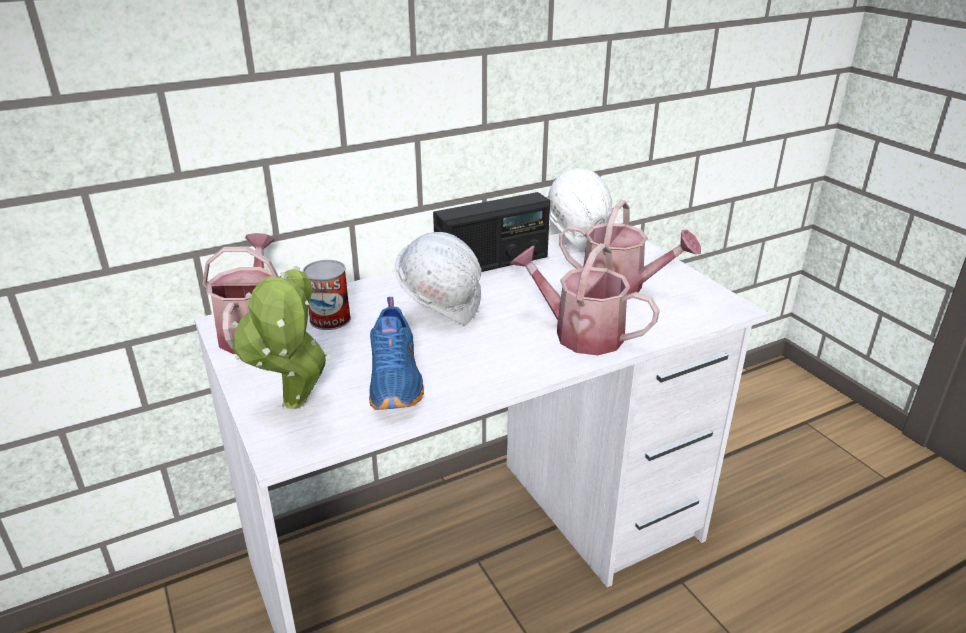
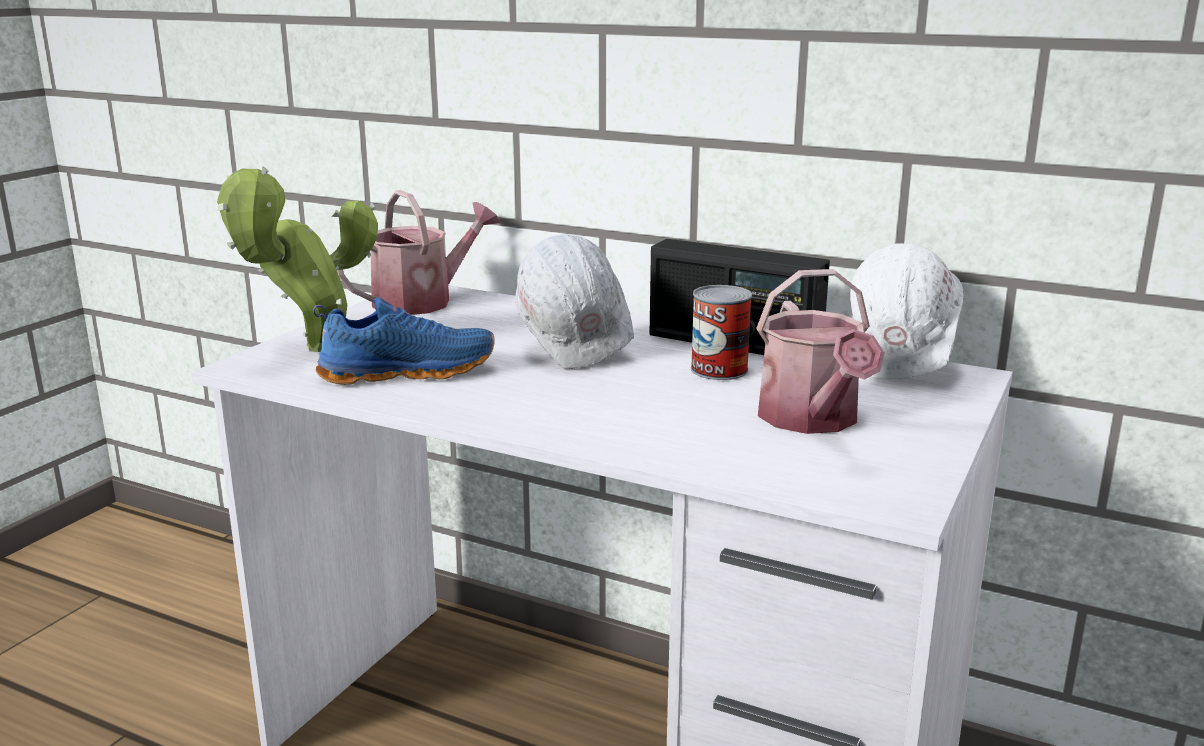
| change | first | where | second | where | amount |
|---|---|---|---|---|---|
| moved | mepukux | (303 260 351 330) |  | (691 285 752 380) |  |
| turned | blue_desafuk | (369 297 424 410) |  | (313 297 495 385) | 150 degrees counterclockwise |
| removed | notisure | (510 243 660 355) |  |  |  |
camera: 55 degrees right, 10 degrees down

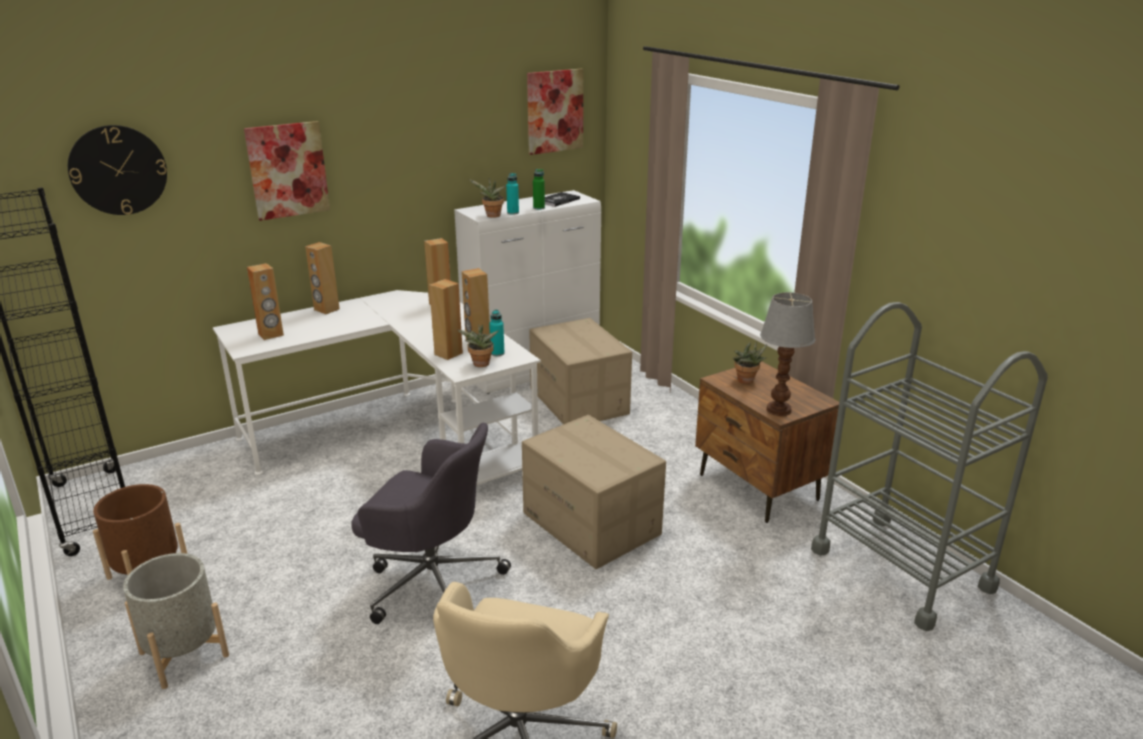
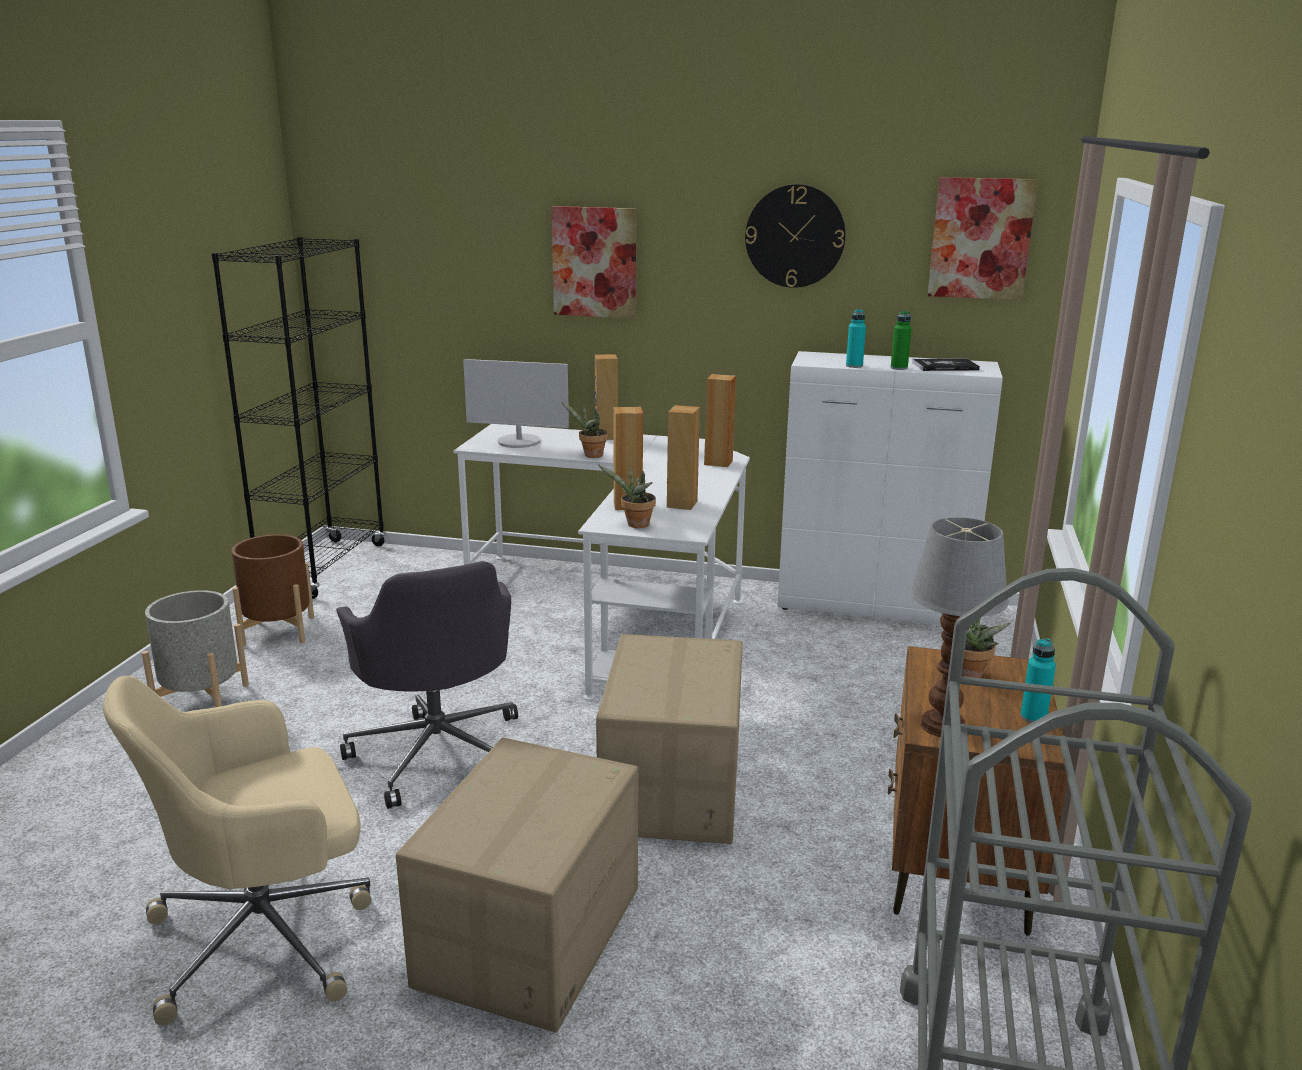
| change | first | where | second | where | amount |
|---|---|---|---|---|---|
| moved | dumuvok | (68 125 167 215) |  | (745 184 846 288) |  |
| replaced | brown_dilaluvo | (247 263 284 340) | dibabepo | (463 359 569 448) |  |
| moved | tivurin | (469 178 506 218) |  | (561 401 608 458) |  |
| moved | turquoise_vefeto | (489 310 504 356) |  | (1020 638 1056 723) |  |
| moved | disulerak | (529 318 632 424) |  | (396 738 638 1033) |  |
camera: 45 degrees right, 5 degrees down

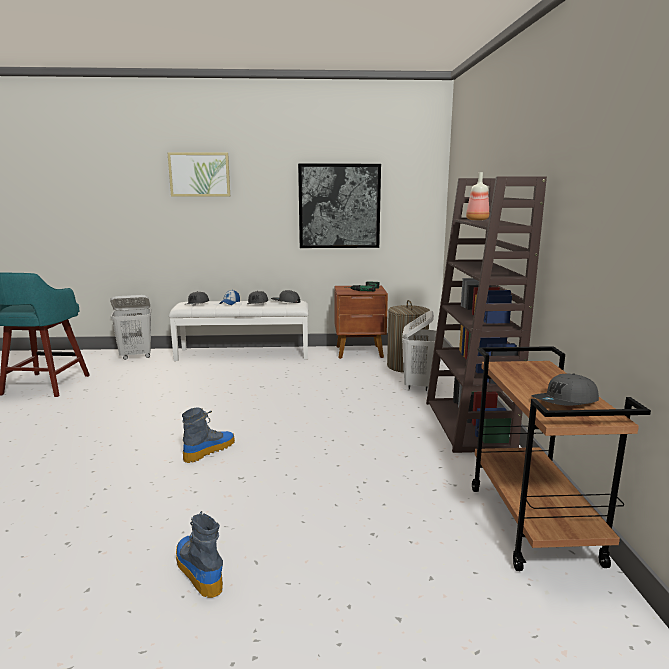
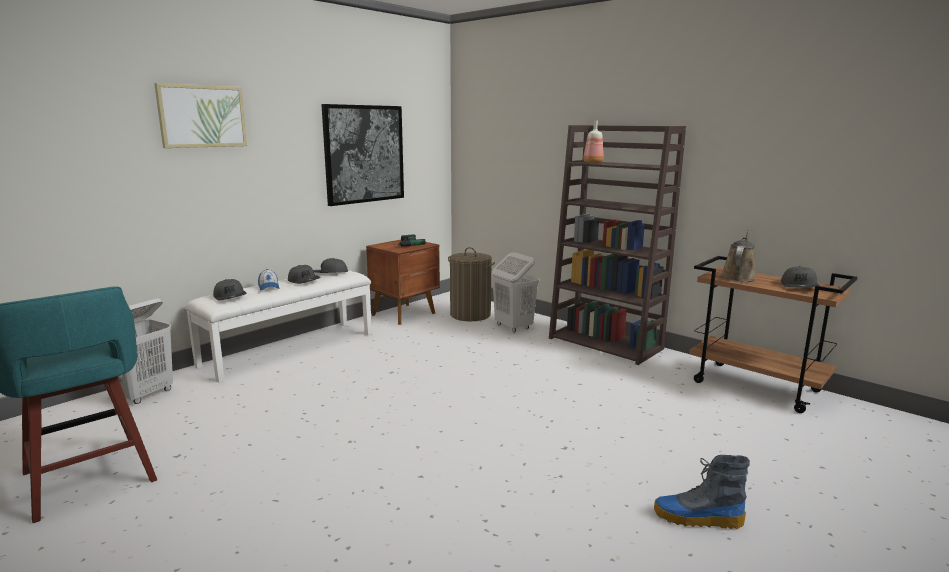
| change | first | where | second | where | amount |
|---|---|---|---|---|---|
| removed | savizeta | (182 407 235 463) |  |  |  |
| added |  |  | brown_notisure | (720 229 756 282) |  |
camera: 45 degrees left, 0 degrees up

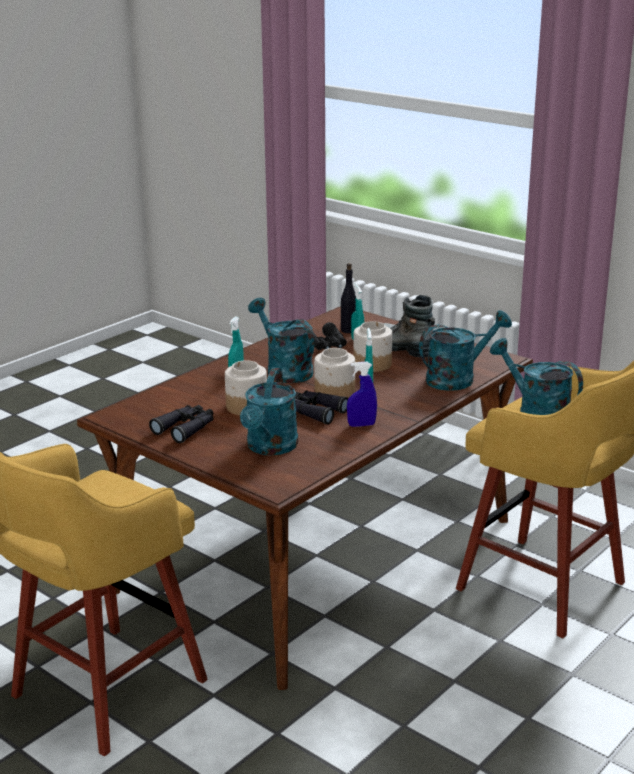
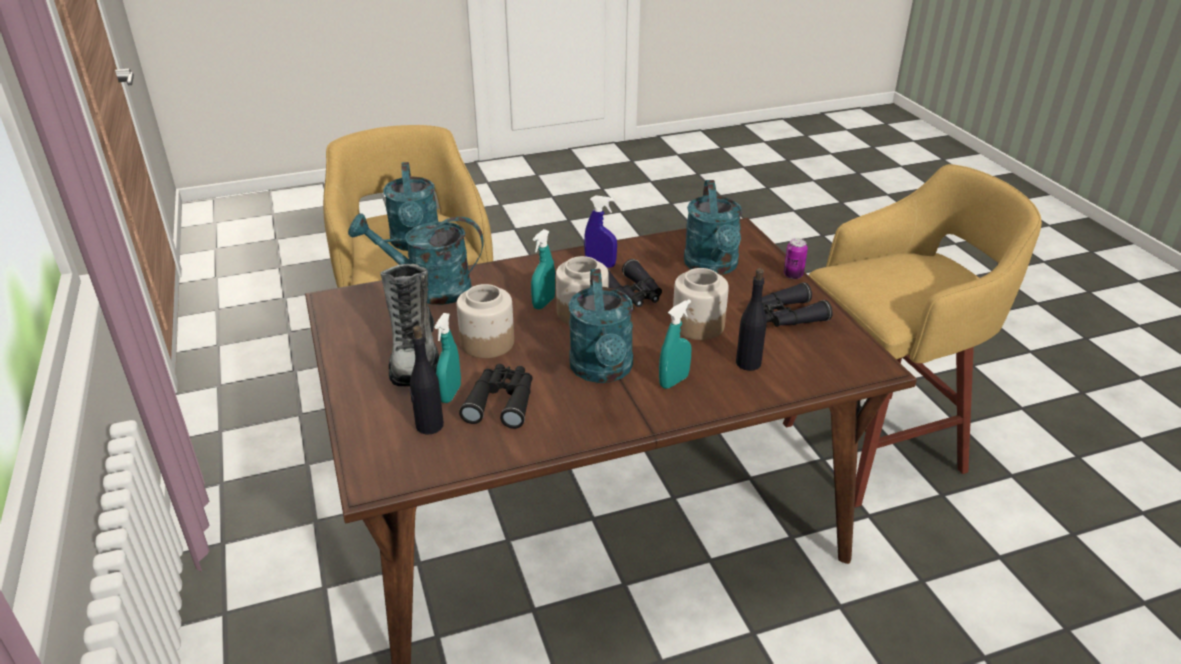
| change | first | where | second | where | amount |
|---|---|---|---|---|---|
| turned | turquoise_notisure | (240 368 298 456) |  | (684 180 742 275) | 135 degrees clockwise |
| added |  |  | black_vefeto | (736 268 767 371) |  |
| added |  |  | mepukux | (784 238 808 279) |  |
camera: 150 degrees left, 10 degrees up

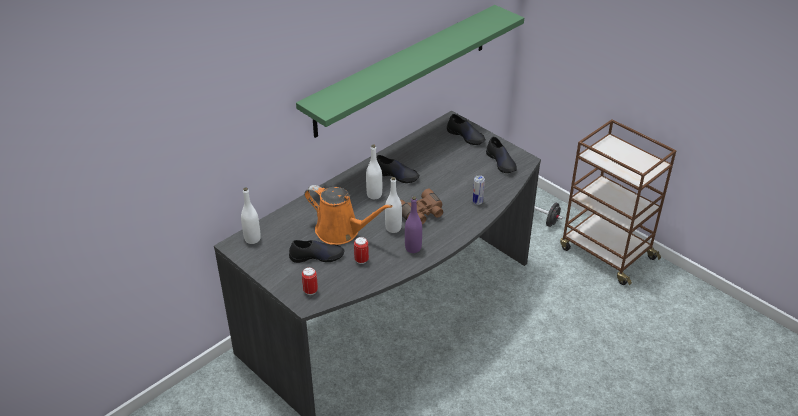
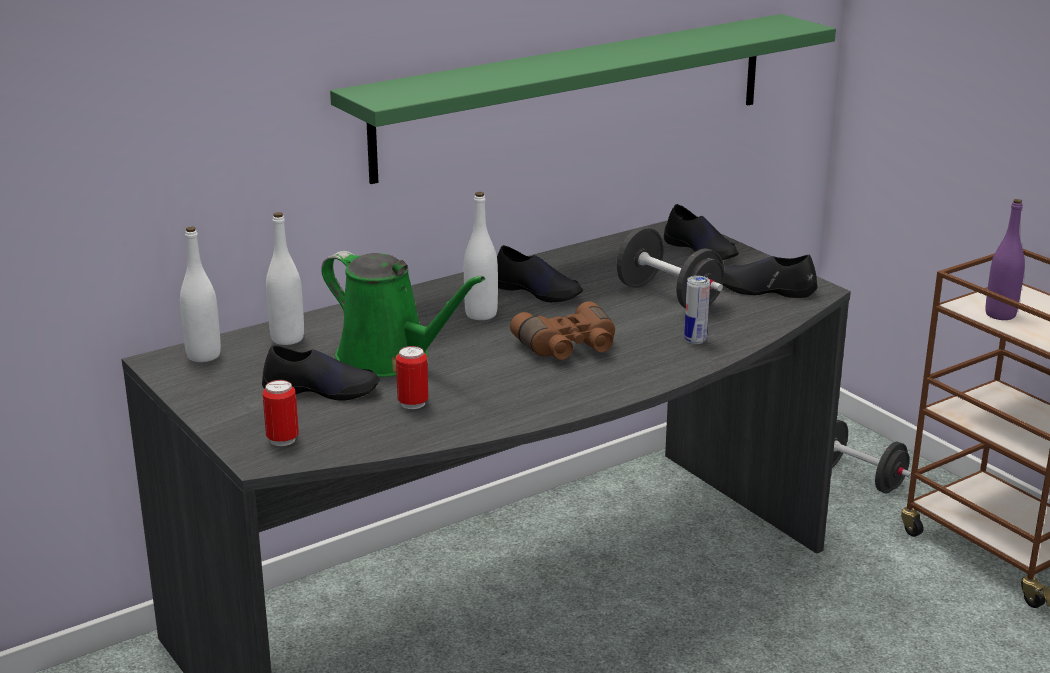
| change | first | where | second | where | amount |
|---|---|---|---|---|---|
| recoloured | orange_notisure | (305 185 392 245) | green_notisure | (321 251 485 377) |  |
| moved | white_vefeto | (385 177 402 233) |  | (266 212 304 345) |  |
| moved | purple_vefeto | (405 196 422 253) |  | (986 199 1025 320) |  |
| turned | black_desafuk | (486 136 517 173) |  | (723 255 817 298) | 120 degrees clockwise |
| added |  |  | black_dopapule | (616 227 724 309) |  |
camera: 10 degrees right, 15 degrees down

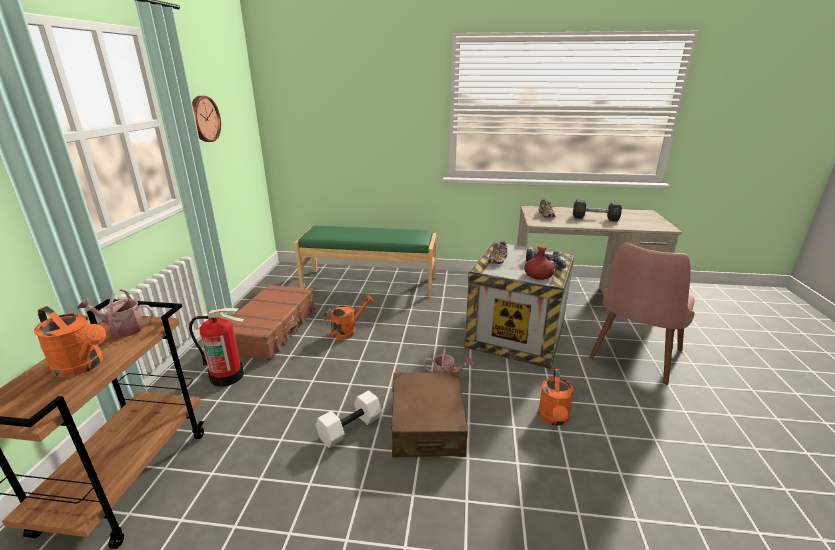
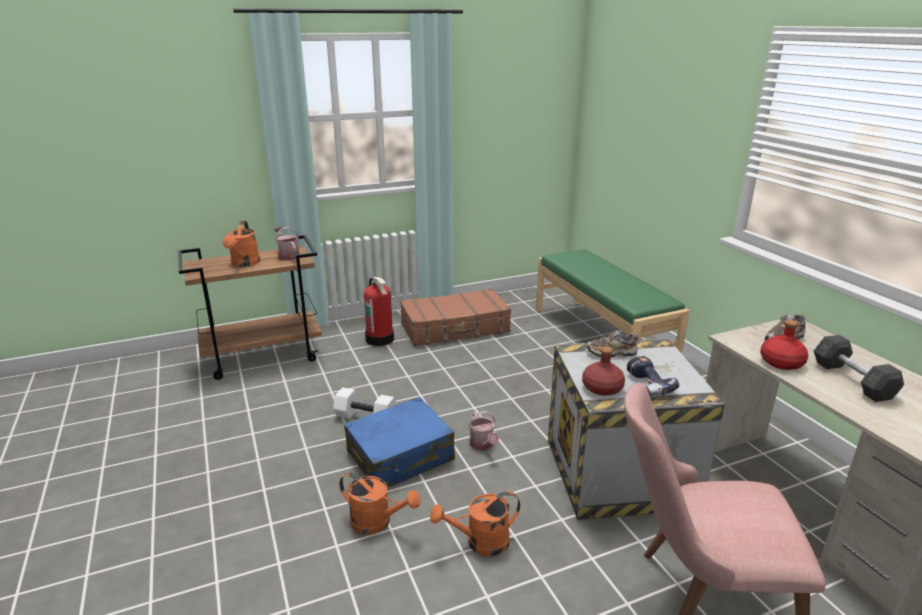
| change | first | where | second | where | amount |
|---|---|---|---|---|---|
| removed | dumuvok | (192 96 221 142) |  |  |  |
| moved | orange_notisure | (324 295 374 339) |  | (339 472 421 535) |  |
| recoloured | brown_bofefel | (391 372 468 457) | blue_bofefel | (344 397 455 487) |  |
| added |  |  | red_vefeto | (760 320 808 370) |  |
camera: 60 degrees right, 0 degrees up

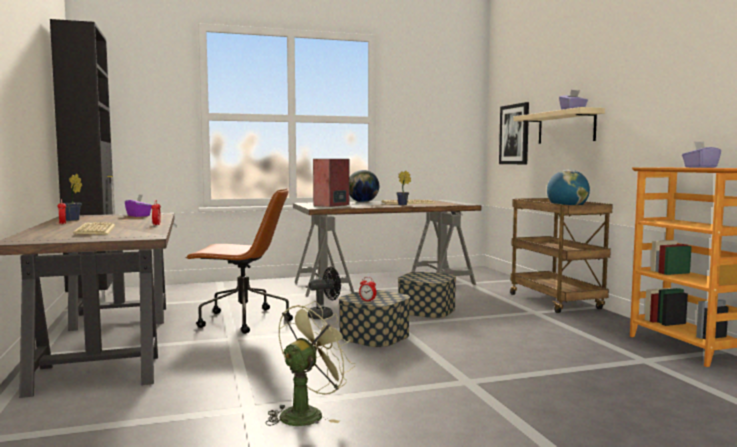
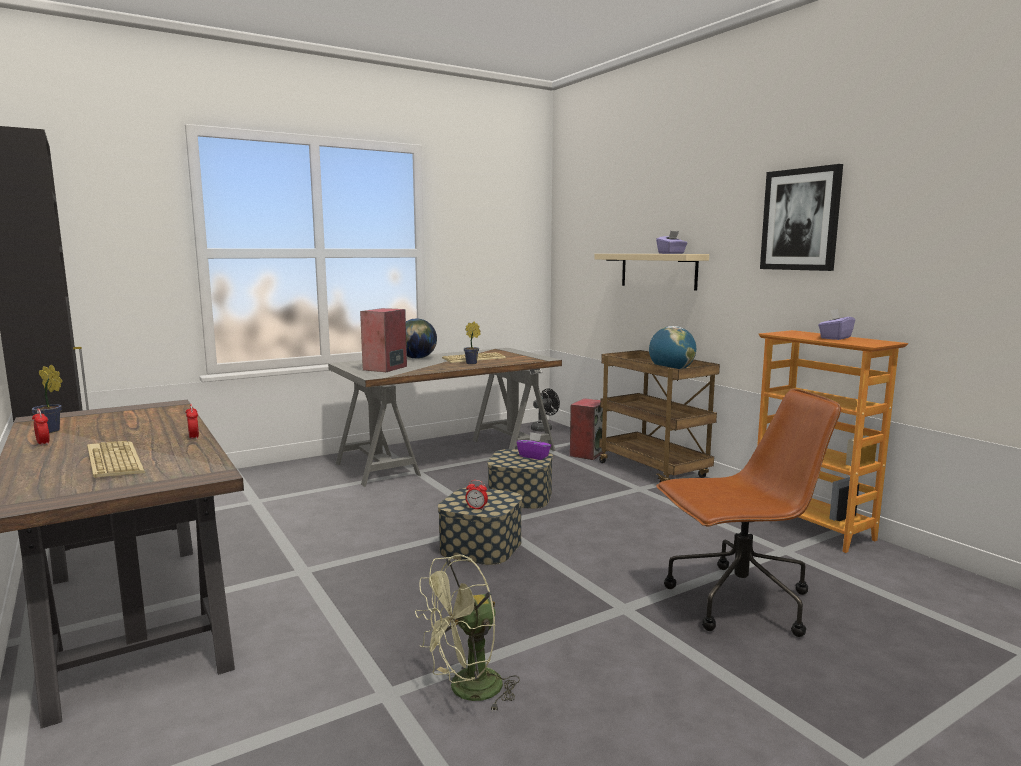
| change | first | where | second | where | amount |
|---|---|---|---|---|---|
| moved | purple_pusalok | (125 195 152 217) |  | (517 432 551 460) |  |
| moved | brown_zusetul | (185 188 293 334) |  | (656 389 841 637) |  |
| turned | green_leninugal | (266 301 355 426) |  | (415 555 520 713) | 150 degrees counterclockwise |
| moved | black_leninugal | (308 267 341 319) |  | (531 389 560 432) |  |
| moved | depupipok | (499 102 529 164) |  | (760 164 843 271) |  |
| added |  |  | dilaluvo | (570 398 607 460) |  |
camera: 15 degrees left, 5 degrees up

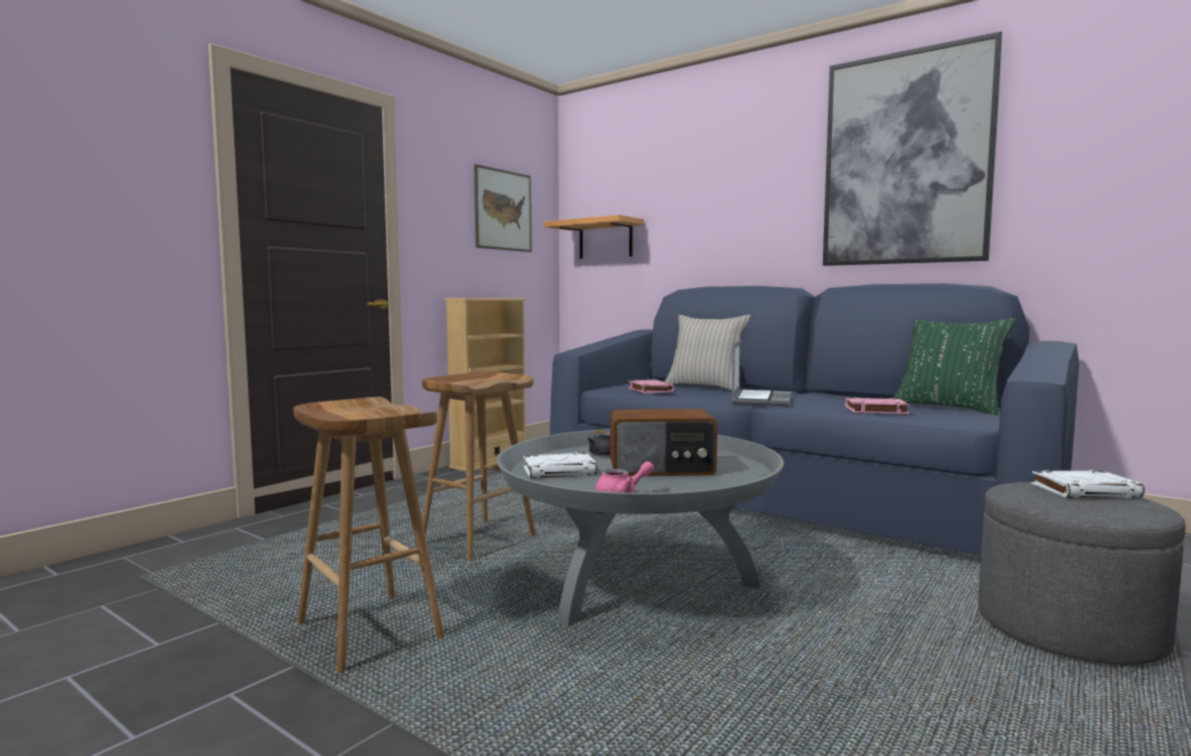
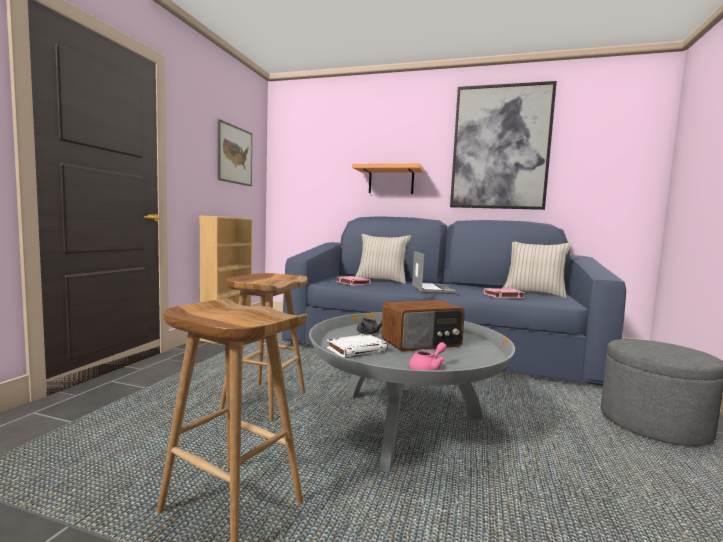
| change | first | where | second | where | amount |
|---|---|---|---|---|---|
| moved | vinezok | (544 215 644 259) |  | (352 163 424 194) |  |
| recoloured | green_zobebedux | (892 318 1017 415) | beige_zobebedux | (502 242 572 298) |  |
| removed | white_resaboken | (1031 470 1145 498) |  |  |  |
camera: 20 degrees left, 0 degrees up

